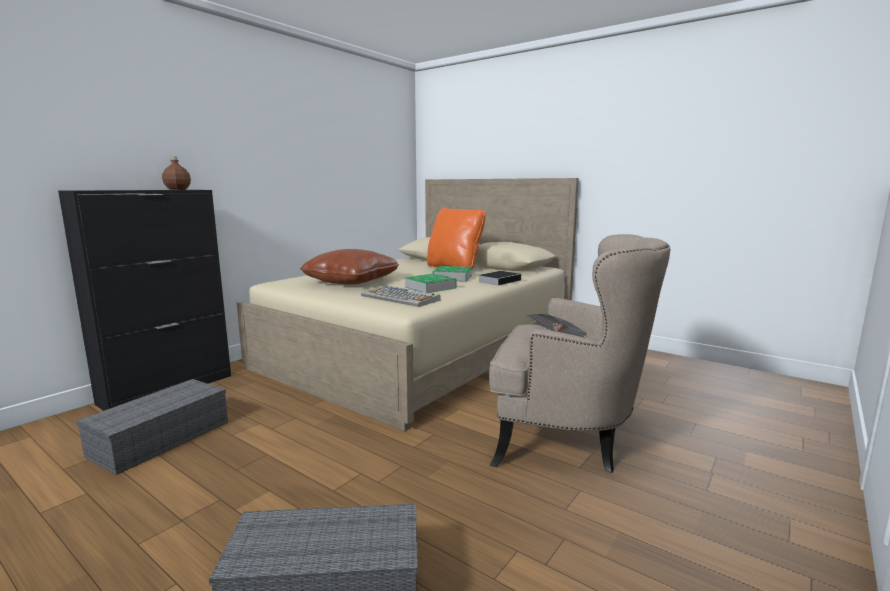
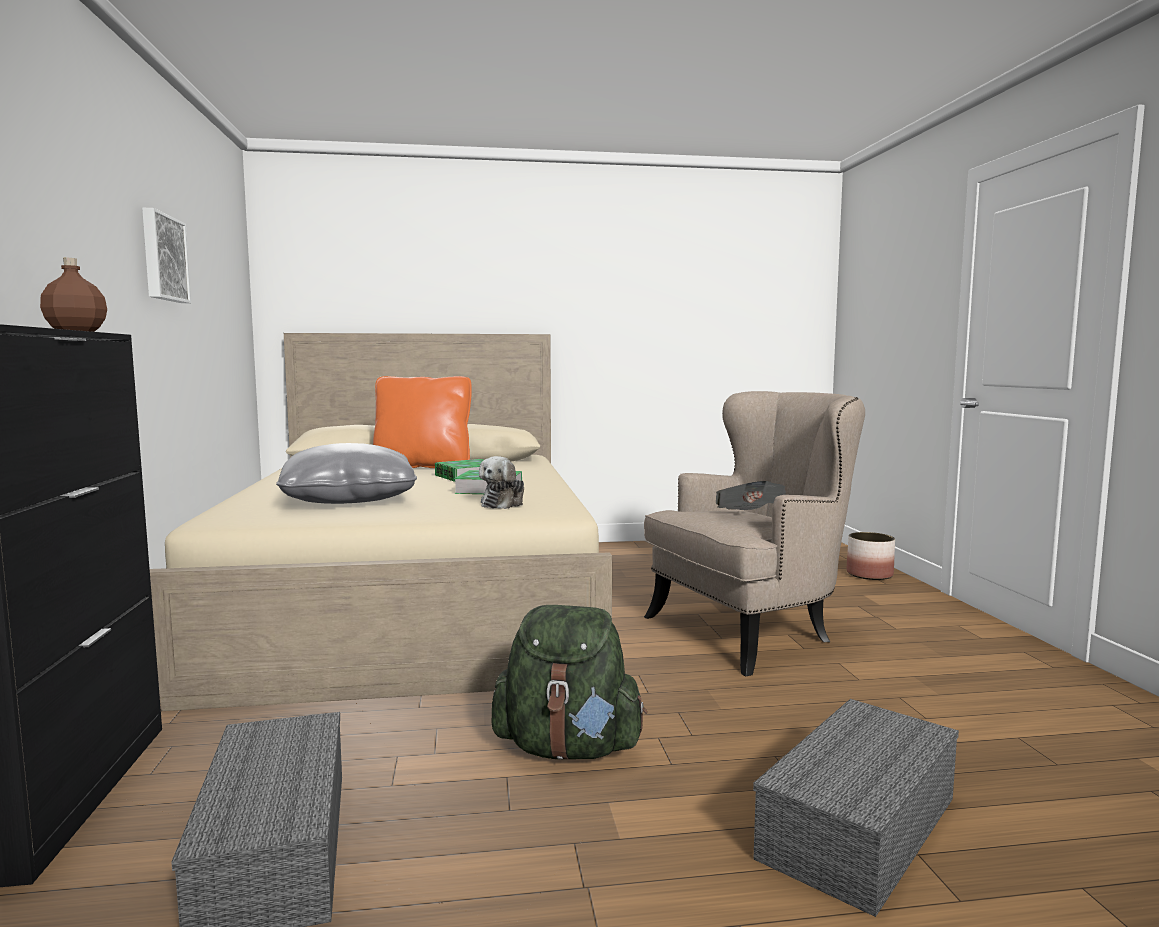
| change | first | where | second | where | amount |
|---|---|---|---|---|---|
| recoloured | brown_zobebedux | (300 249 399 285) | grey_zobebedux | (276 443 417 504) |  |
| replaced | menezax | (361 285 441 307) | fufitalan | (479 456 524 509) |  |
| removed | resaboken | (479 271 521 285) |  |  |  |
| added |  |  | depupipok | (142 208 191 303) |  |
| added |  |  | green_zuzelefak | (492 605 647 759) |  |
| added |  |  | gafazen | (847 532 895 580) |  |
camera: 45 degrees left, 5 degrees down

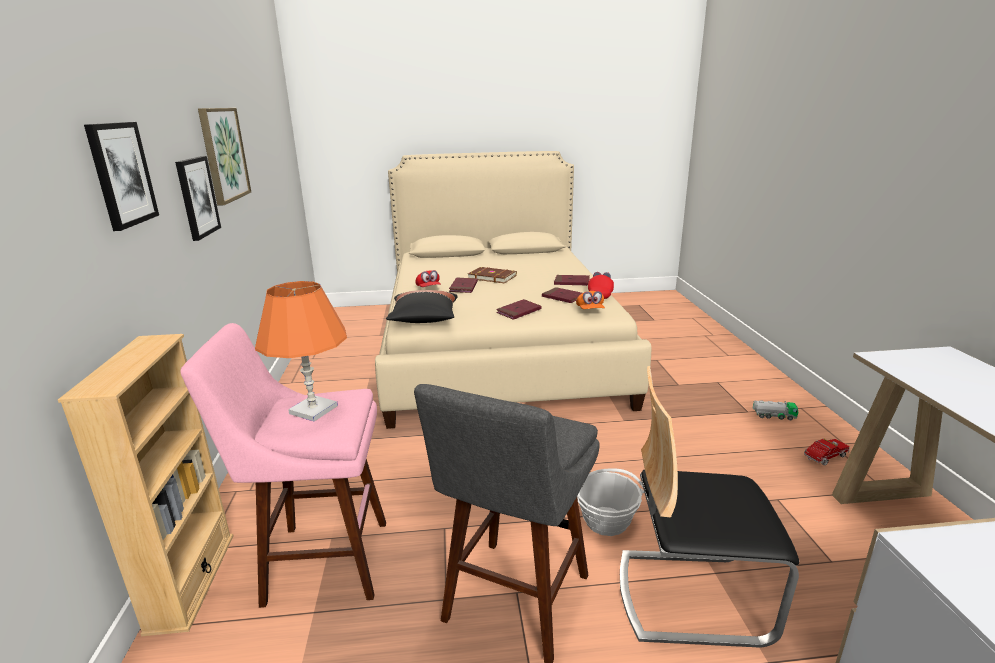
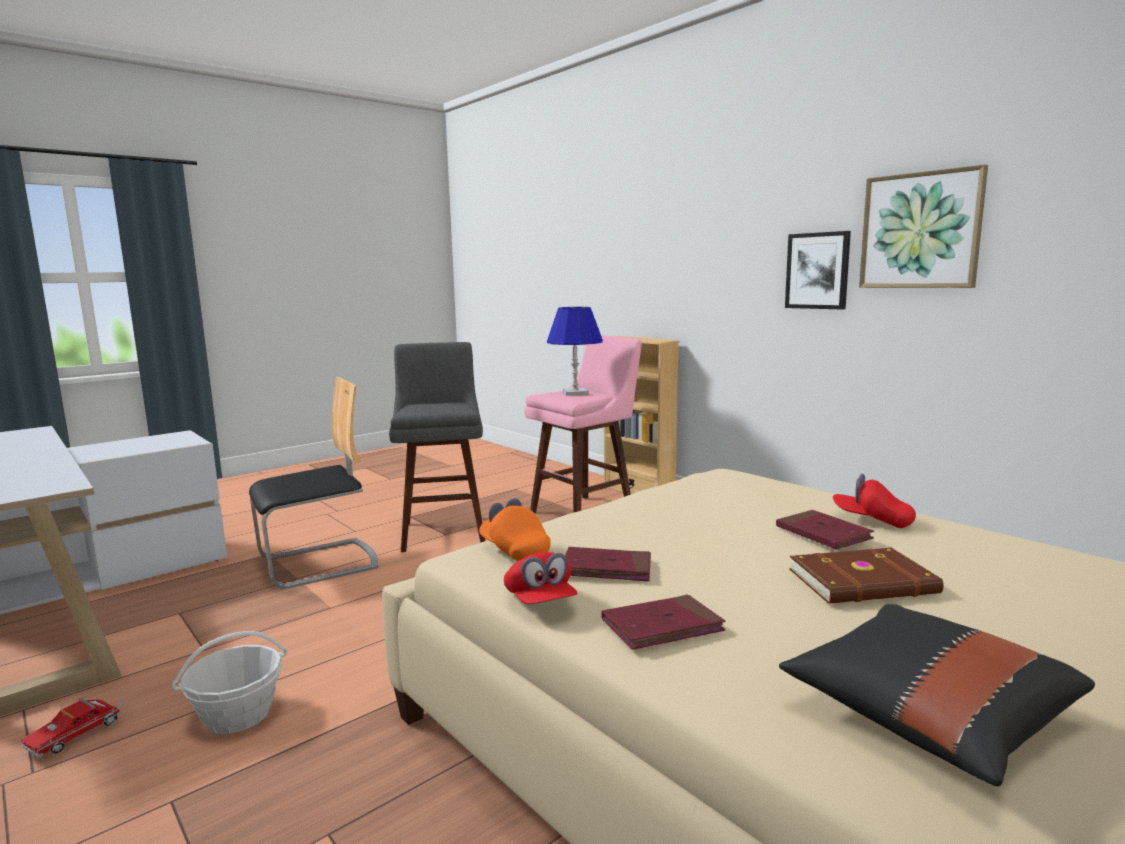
| change | first | where | second | where | amount |
|---|---|---|---|---|---|
| removed | depupipok | (84 122 159 231) |  |  |  |
| recoloured | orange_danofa | (255 281 347 421) | blue_danofa | (547 307 603 396) |  |
| moved | black_zobebedux | (386 290 458 323) |  | (779 604 1095 786) |  |
| removed | red_resaboken | (496 299 541 320) |  |  |  |
| moved | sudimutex | (577 468 644 536) |  | (171 631 287 734) |  |
| removed | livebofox | (753 400 798 420) |  |  |  |
camera: 145 degrees right, 10 degrees down

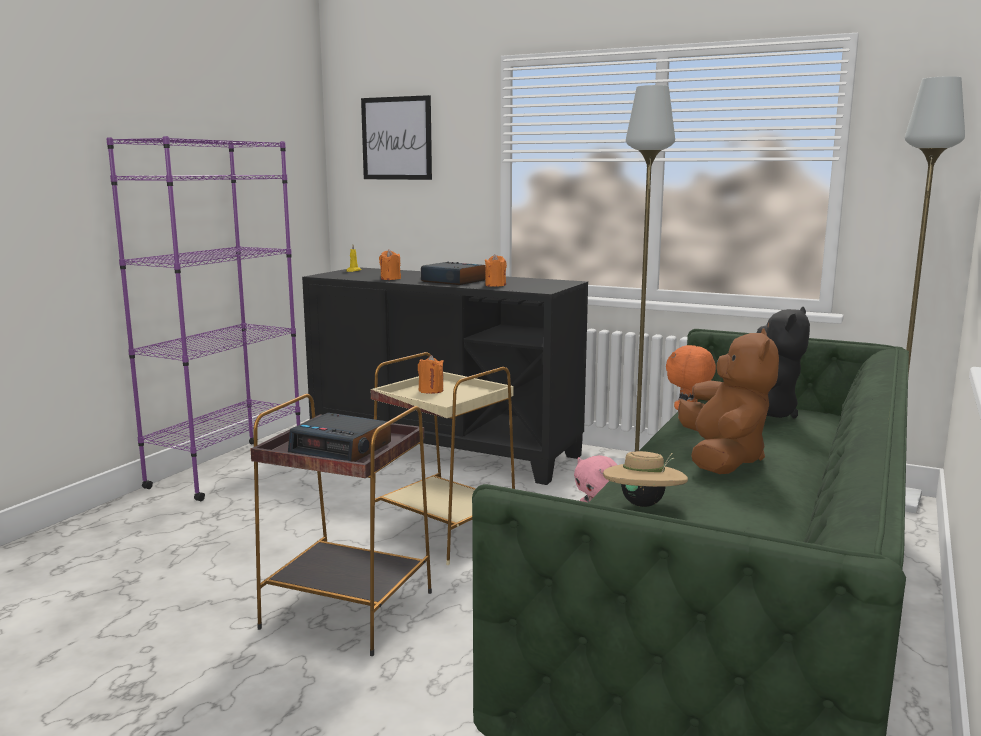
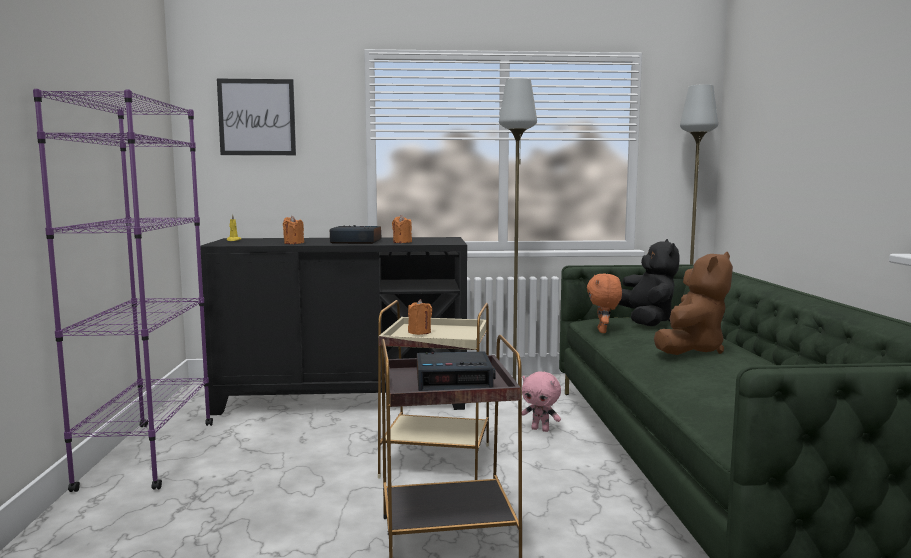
| change | first | where | second | where | amount |
|---|---|---|---|---|---|
| removed | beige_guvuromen | (603 451 688 507) |  |  |  |
| turned | brown_fufitalan | (678 329 779 474) |  | (654 252 733 355) | 60 degrees clockwise |
camera: 30 degrees left, 5 degrees down

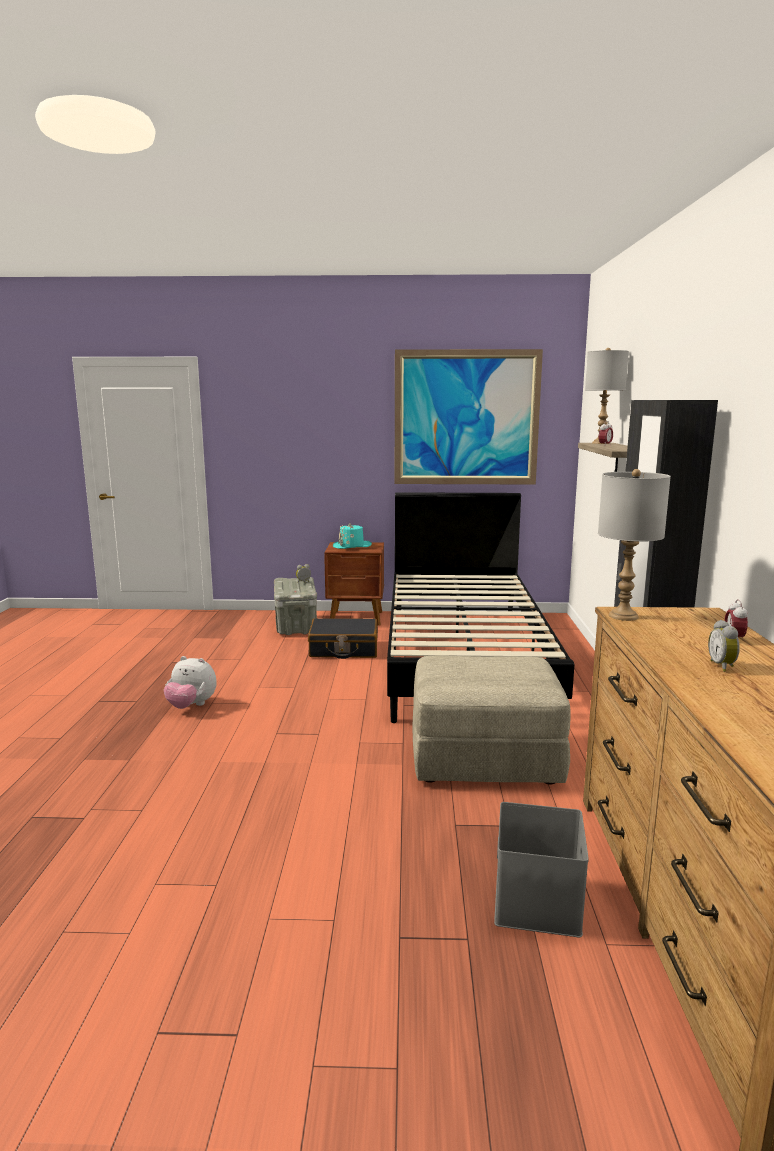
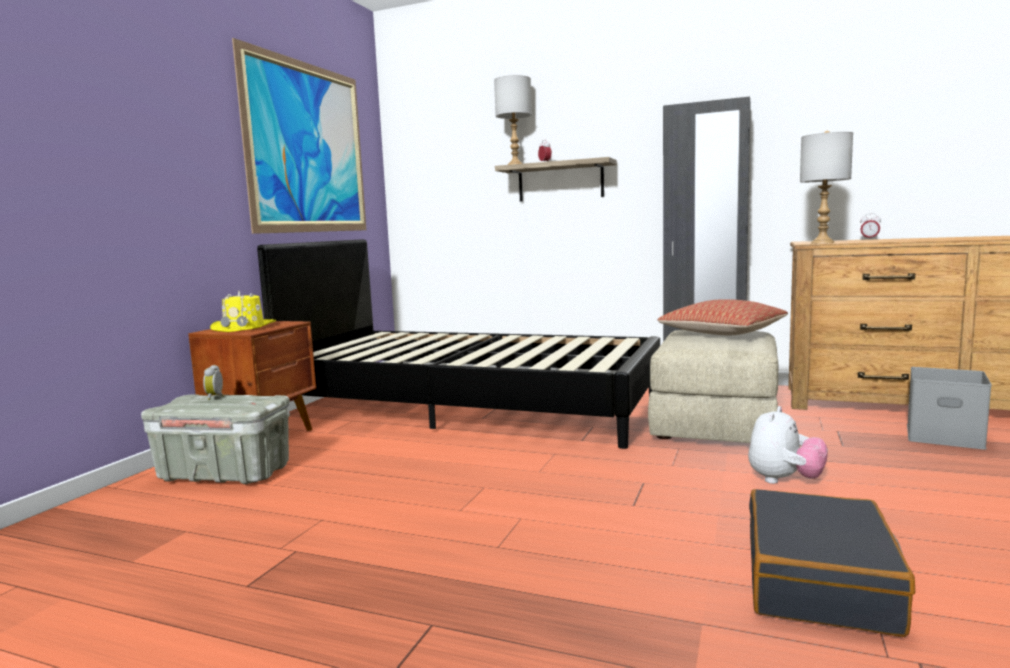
| change | first | where | second | where | amount |
|---|---|---|---|---|---|
| moved | fufitalan | (164 656 217 709) |  | (748 406 828 484) |  |
| moved | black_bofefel | (308 618 378 659) |  | (749 489 915 637) |  |
| recoloured | turquoise_guvuromen | (333 524 372 549) | yellow_guvuromen | (210 291 276 332) |  |
| removed | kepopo | (708 620 740 672) |  |  |  |
| added |  |  | zobebedux | (657 299 788 335) |  |
camera: 70 degrees left, 5 degrees down

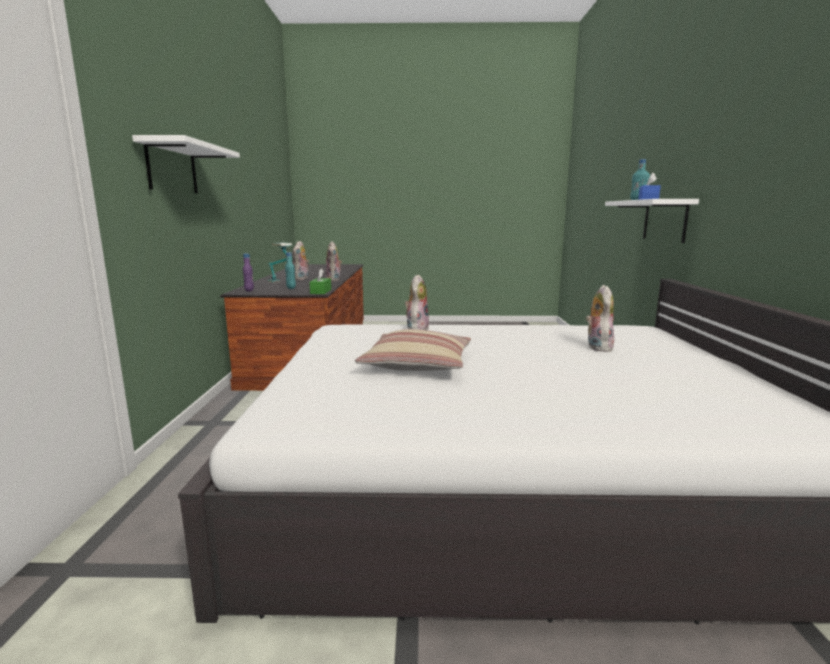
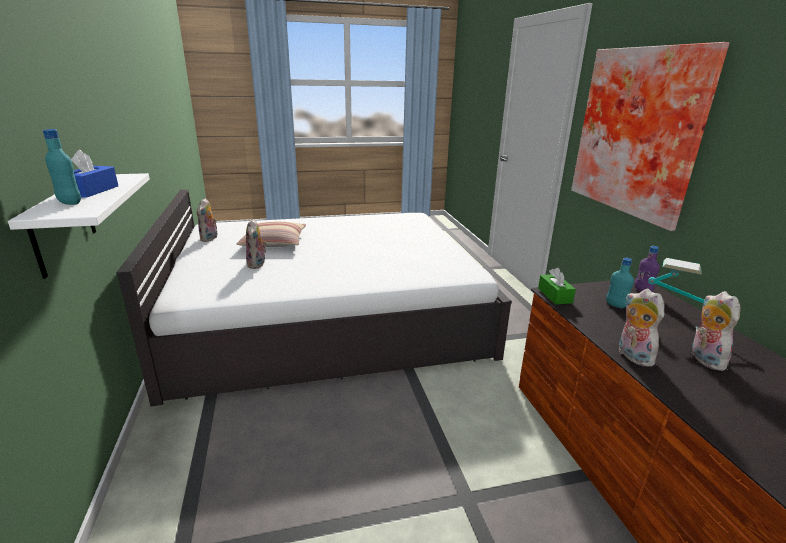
| change | first | where | second | where | amount |
|---|---|---|---|---|---|
| replaced | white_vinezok | (132 135 240 193) | depupipok | (571 42 729 231) |  |
| moved | zobebedux | (355 329 471 371) |  | (237 222 306 247) |  |
| moved | fufitalan | (405 274 429 330) |  | (197 198 217 242) |  |
camera: 165 degrees right, 10 degrees up

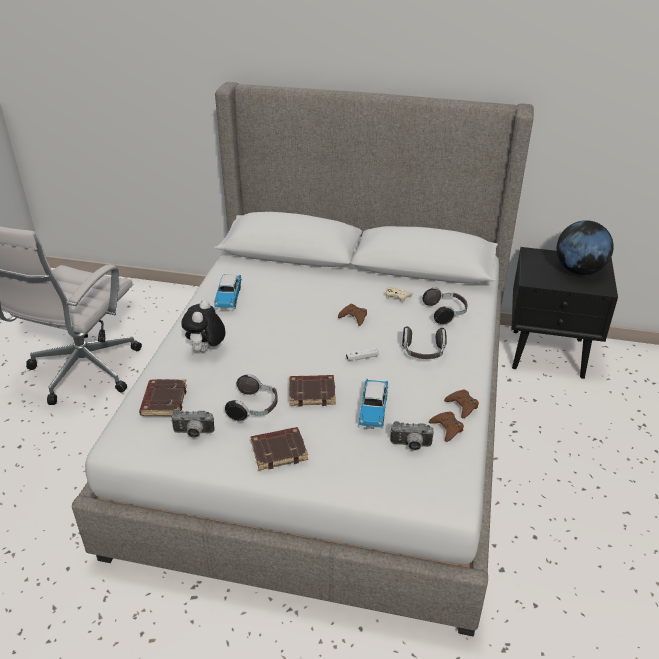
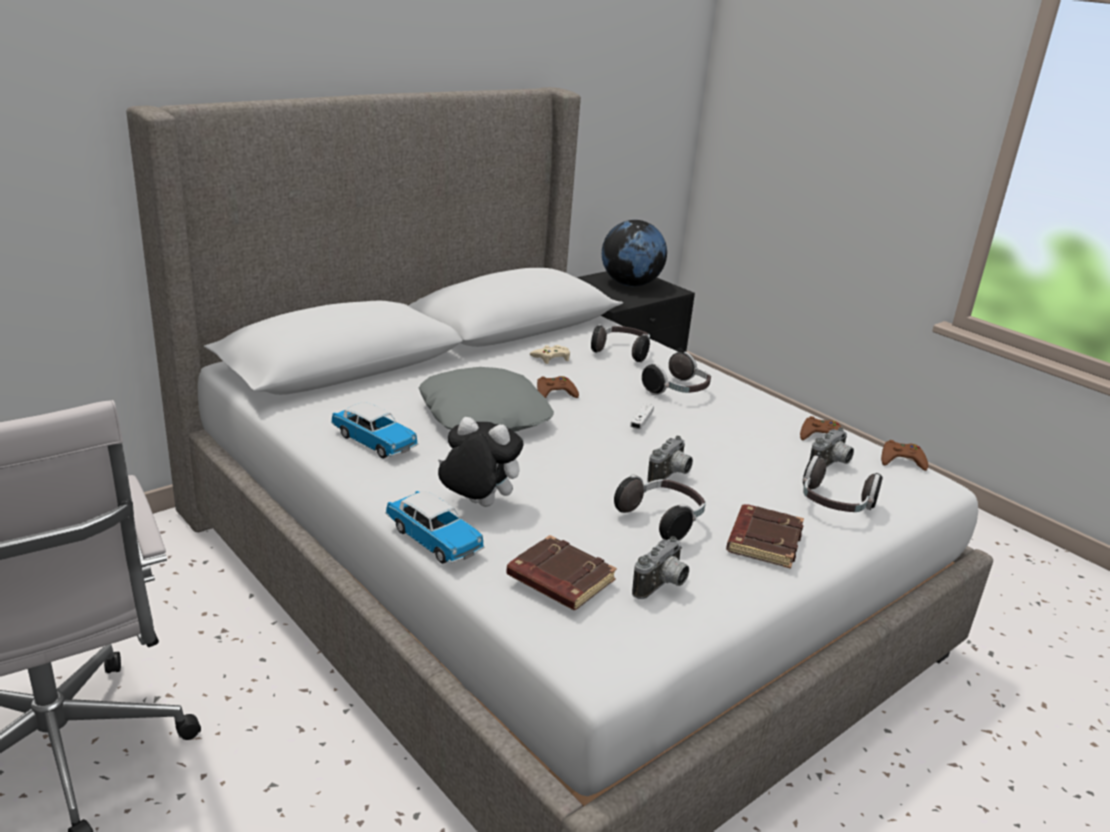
| change | first | where | second | where | amount |
|---|---|---|---|---|---|
| turned | fufitalan | (182 300 226 352) |  | (438 417 524 507) | 150 degrees clockwise |
| replaced | brown_resaboken | (289 375 336 407) | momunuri | (647 436 693 483) |  |
| moved | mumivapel | (358 379 388 429) |  | (386 491 485 564) |  |
| moved | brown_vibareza | (444 390 479 419) |  | (881 440 928 471) |  |
| added |  |  | grey_zobebedux | (419 367 554 432) |  |
| added |  |  | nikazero | (803 455 883 512) |  |
camera: 55 degrees left, 10 degrees down

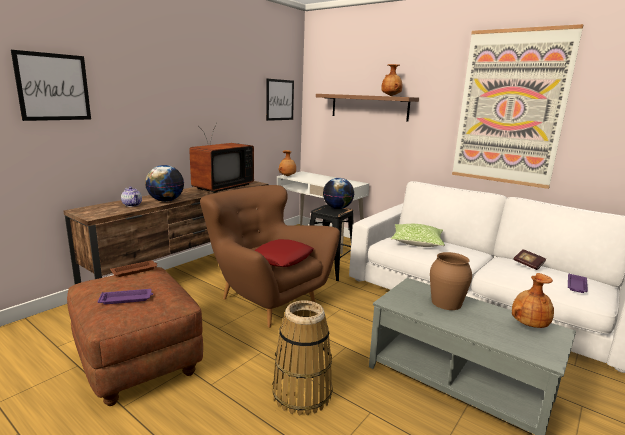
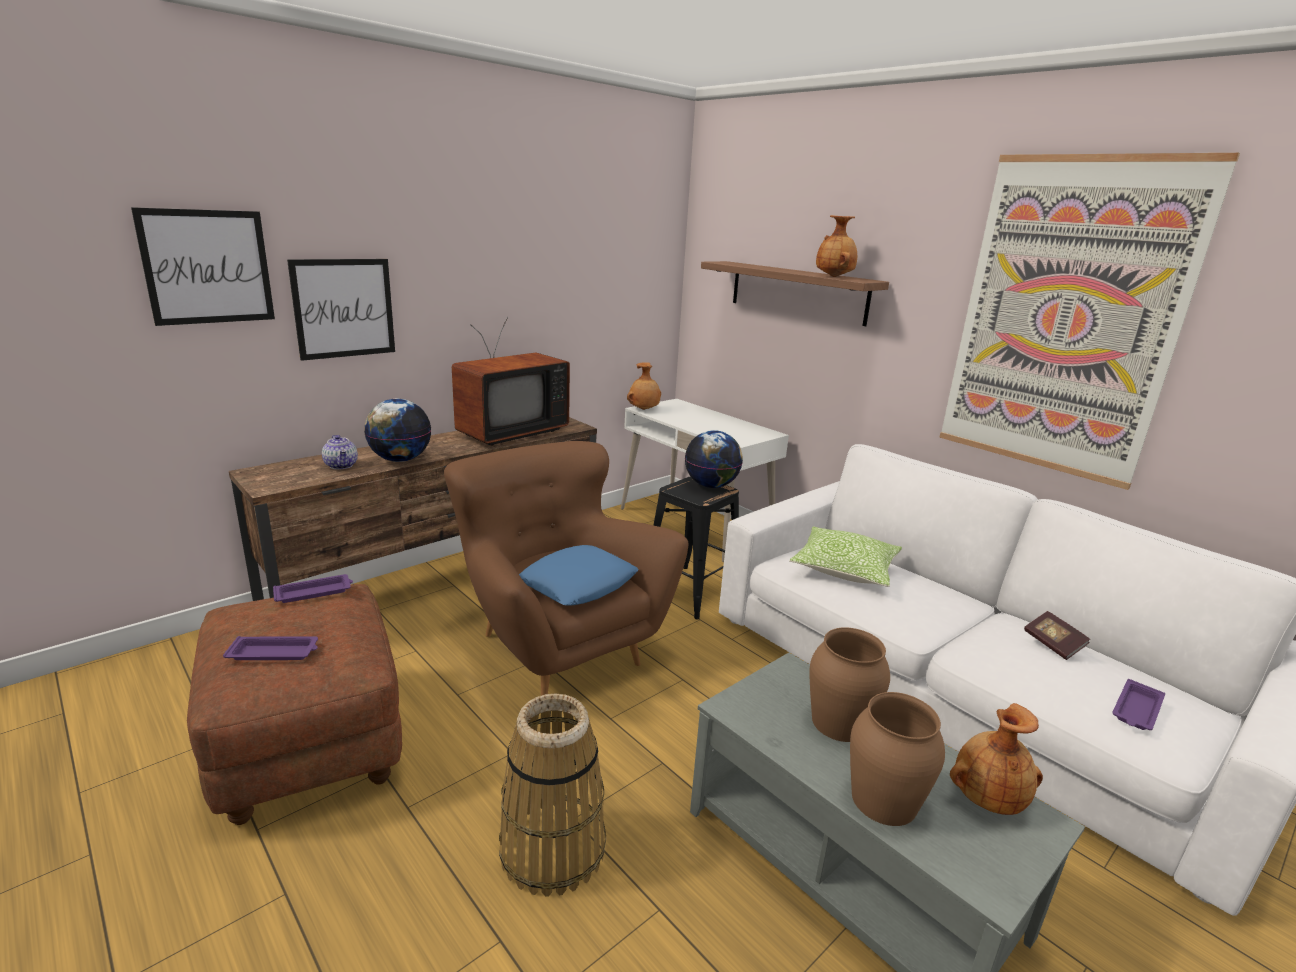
| change | first | where | second | where | amount |
|---|---|---|---|---|---|
| recoloured | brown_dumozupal | (110 260 157 277) | purple_dumozupal | (273 574 353 603) |  |
| recoloured | red_zobebedux | (254 239 314 267) | blue_zobebedux | (519 545 638 606) |  |
| moved | depupipok | (266 79 294 121) |  | (287 259 395 361) |  |
| added |  |  | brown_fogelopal | (850 692 945 826) |  |
camera: 10 degrees right, 5 degrees up

